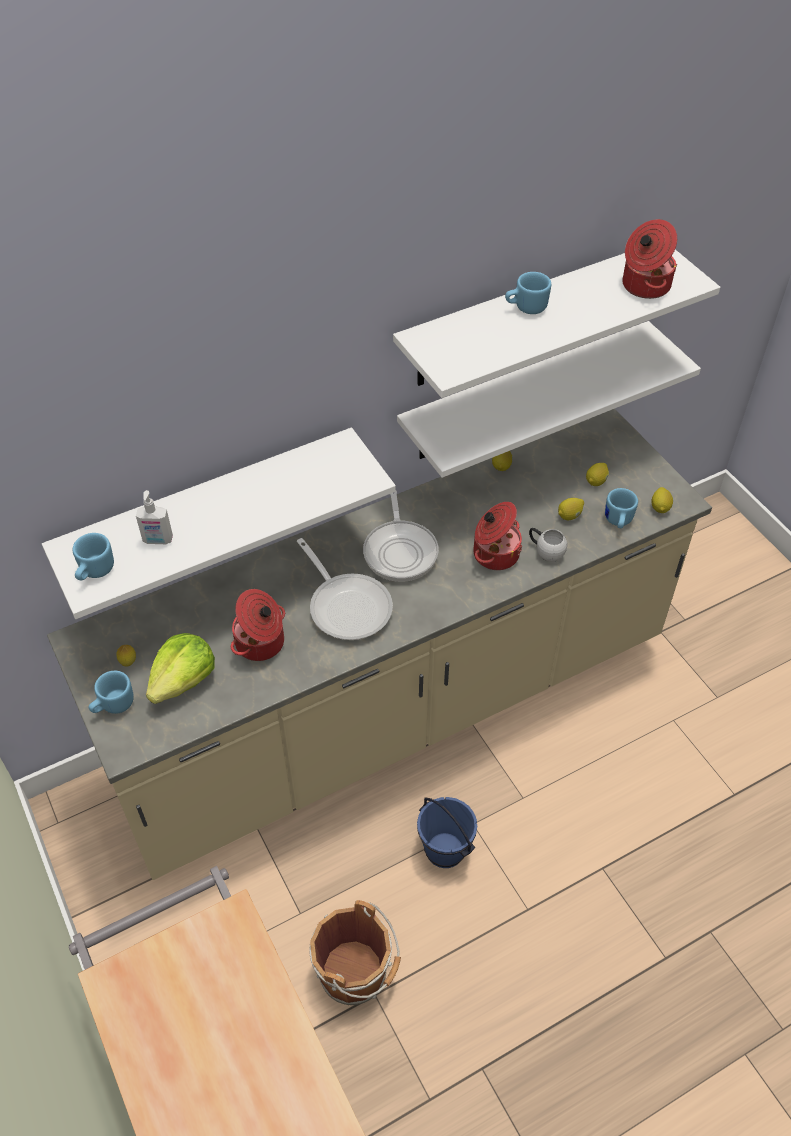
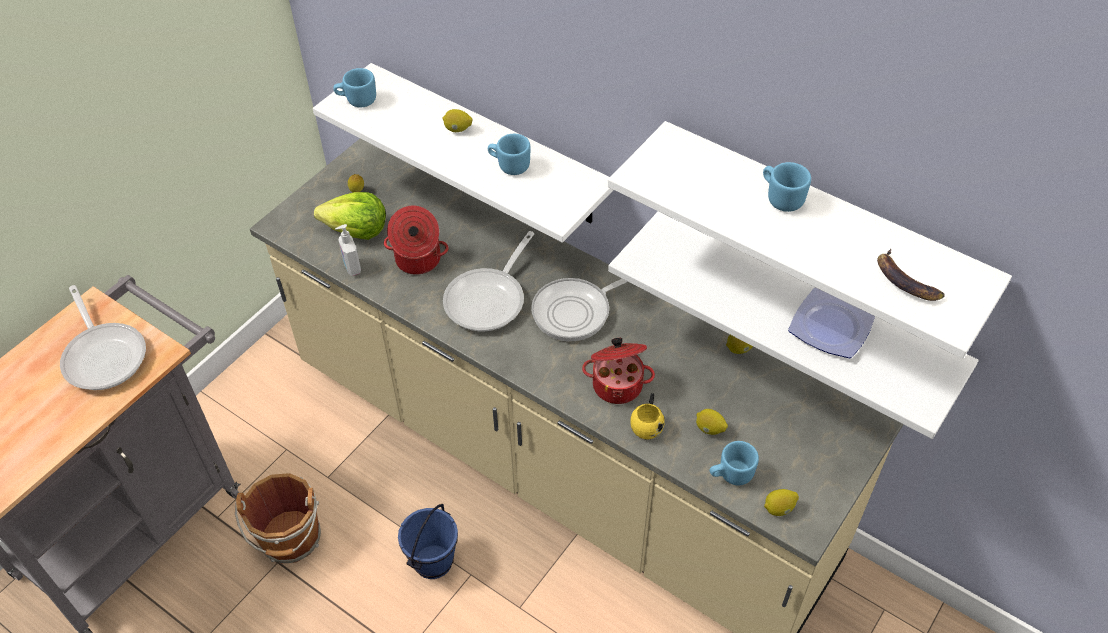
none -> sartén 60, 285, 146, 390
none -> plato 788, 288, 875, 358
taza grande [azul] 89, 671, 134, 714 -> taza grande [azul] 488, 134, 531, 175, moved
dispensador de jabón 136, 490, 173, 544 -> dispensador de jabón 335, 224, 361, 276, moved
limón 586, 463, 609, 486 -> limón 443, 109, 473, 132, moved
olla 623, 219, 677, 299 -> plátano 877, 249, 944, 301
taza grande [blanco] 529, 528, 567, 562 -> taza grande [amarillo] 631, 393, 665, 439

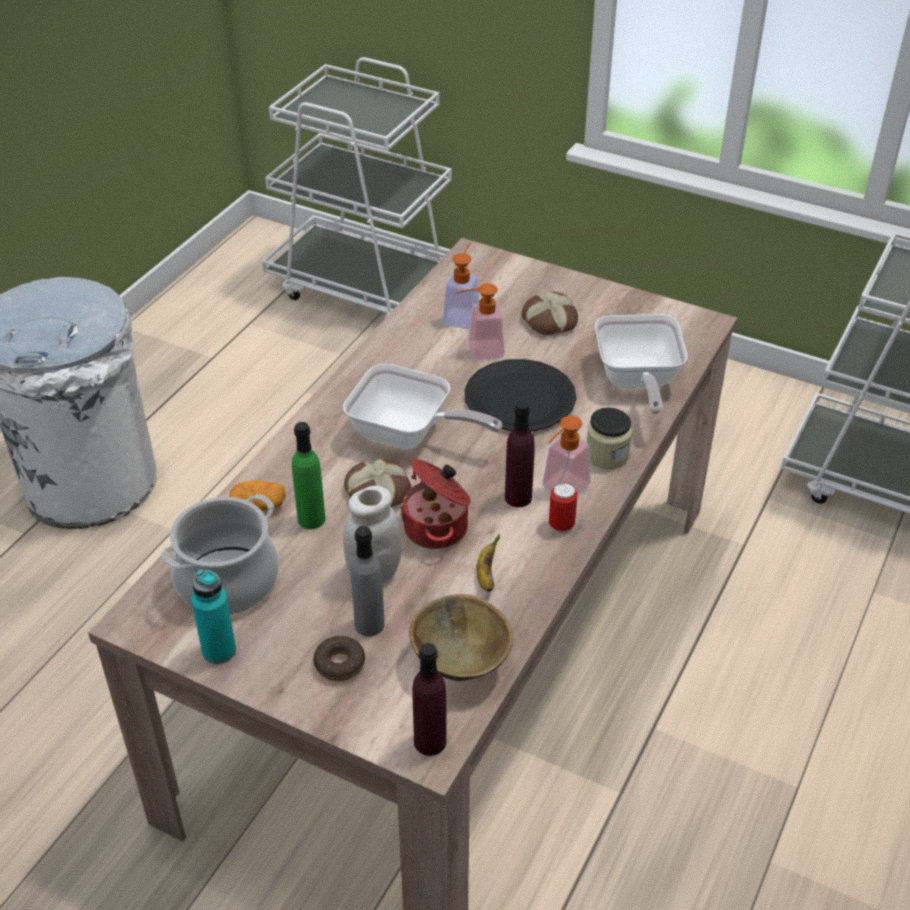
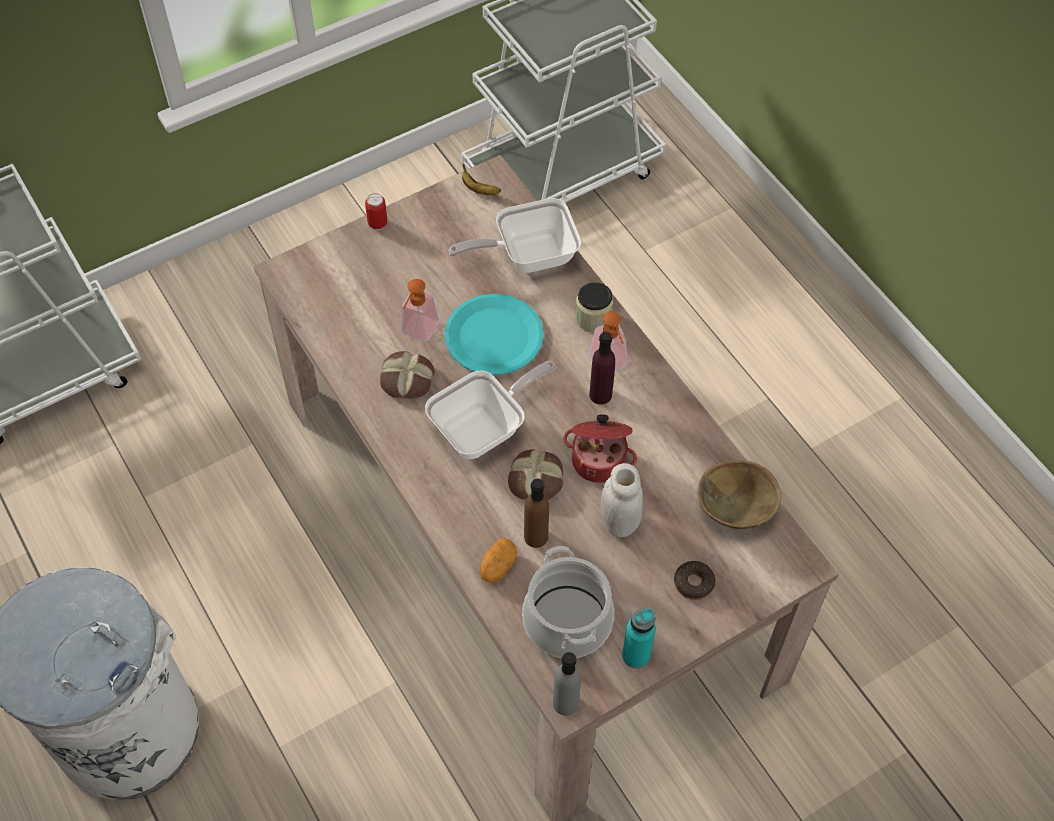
botella [morado] 412, 643, 446, 756 -> none
dispensador de jabón 443, 242, 479, 329 -> none
botella [gris] 351, 526, 385, 636 -> botella [gris] 553, 652, 581, 716, moved
plátano 477, 535, 500, 592 -> plátano 462, 164, 501, 195, moved
pan 521, 291, 578, 335 -> pan 380, 351, 435, 399, moved
lata 549, 482, 578, 533 -> lata 365, 193, 387, 230, moved
botella [verde] 292, 422, 325, 529 -> botella [marrón] 524, 478, 549, 548
plato [negro] 464, 359, 576, 431 -> plato [turquesa] 444, 294, 544, 375
sartén 595, 314, 688, 414 -> sartén 448, 198, 581, 273, 135 degrees clockwise

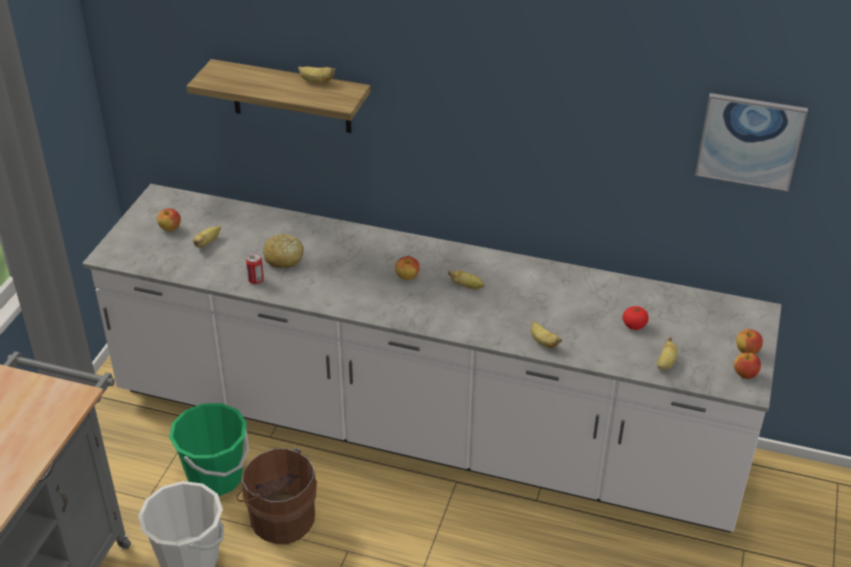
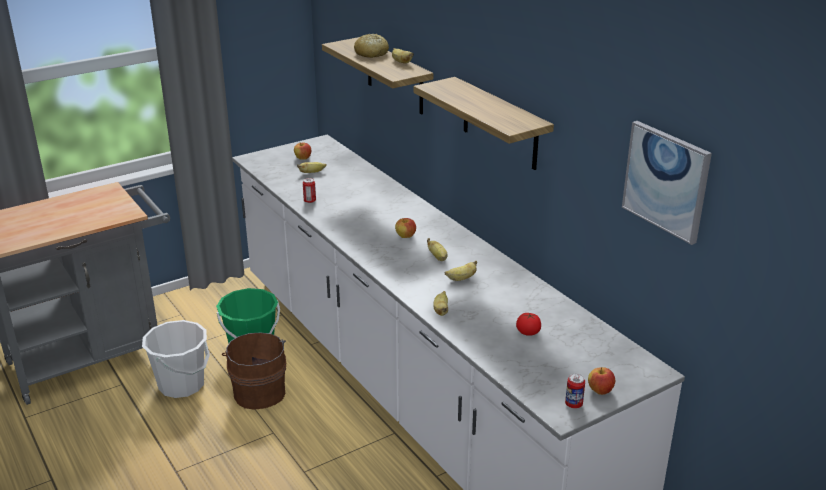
none -> estante 413, 77, 554, 170
pan 263, 234, 304, 268 -> pan 354, 34, 389, 58, moved
plátano 657, 337, 678, 371 -> plátano 445, 261, 477, 281, moved
manzana 734, 352, 761, 379 -> lata 565, 373, 585, 409

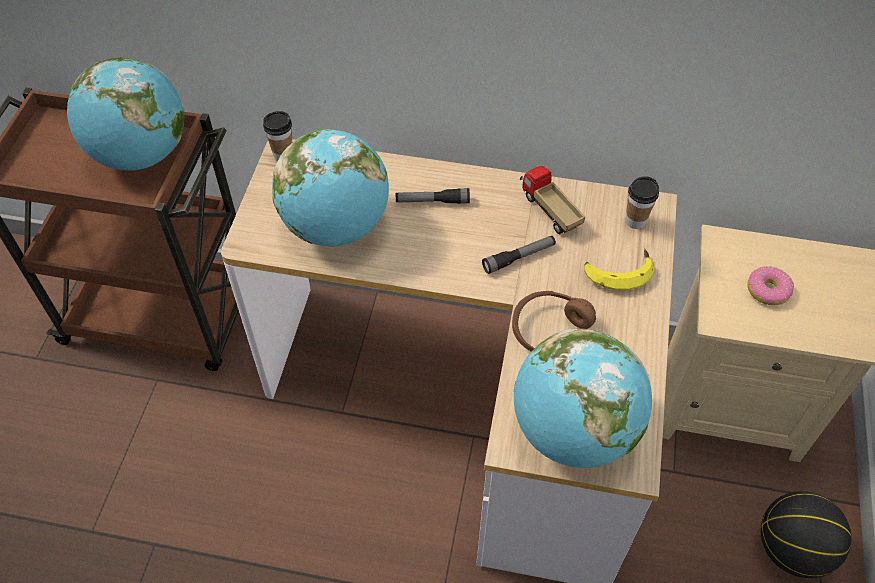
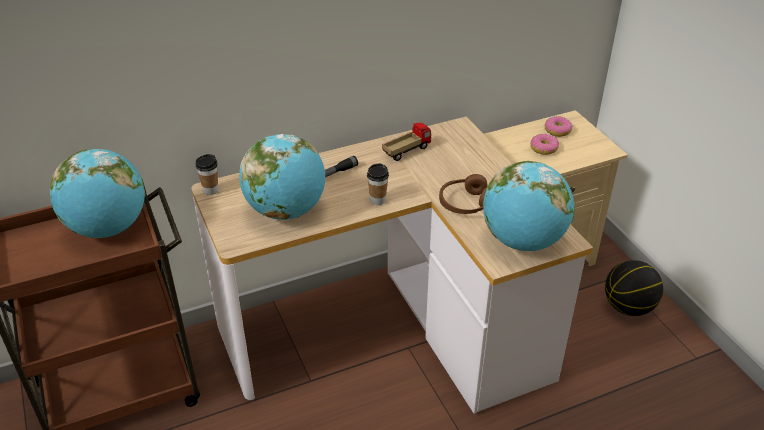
linterna 482, 236, 556, 274 -> none
plátano 584, 249, 654, 290 -> none
none -> rosquilla 545, 116, 572, 137
taza 625, 176, 659, 229 -> taza 367, 164, 389, 205, moved
camión de juguete 520, 166, 585, 234 -> camión de juguete 382, 123, 431, 161, 120 degrees clockwise

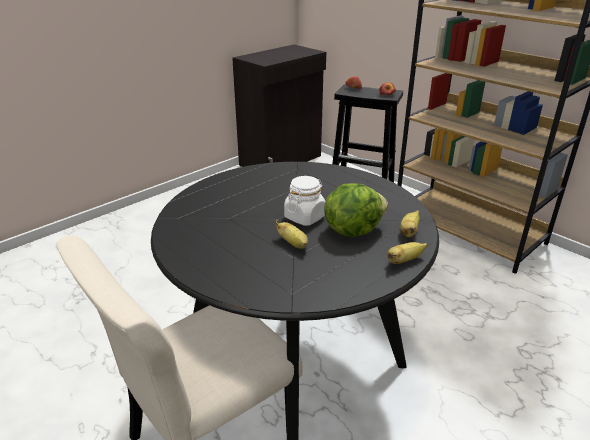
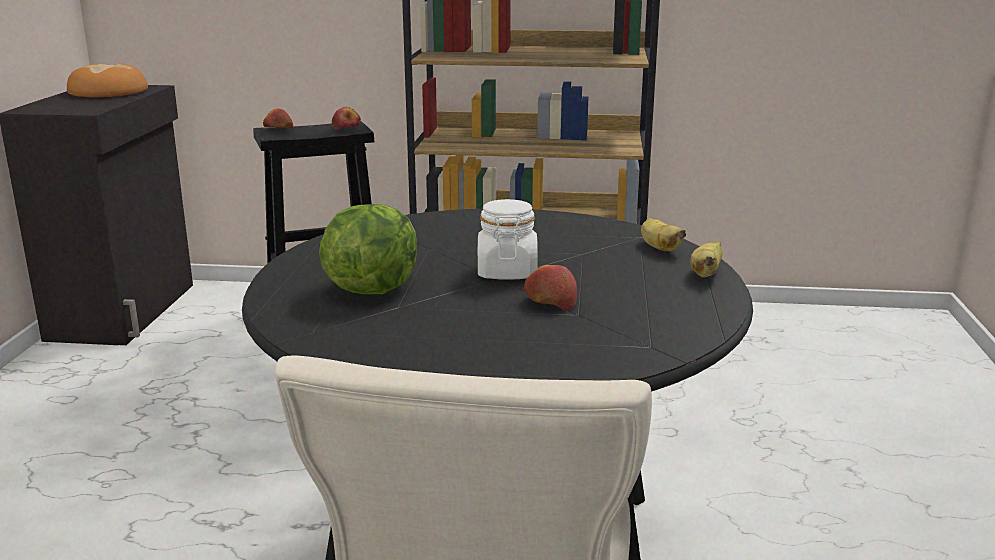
none -> pan 67, 63, 148, 97
lechuga 324, 184, 388, 237 -> lechuga 319, 204, 417, 294, moved
plátano 275, 220, 308, 249 -> manzana 524, 265, 577, 311

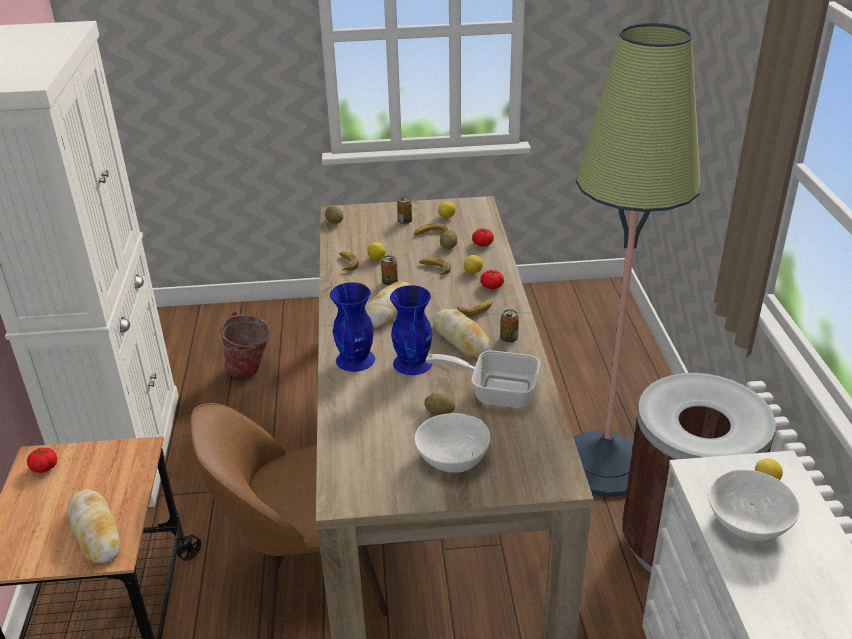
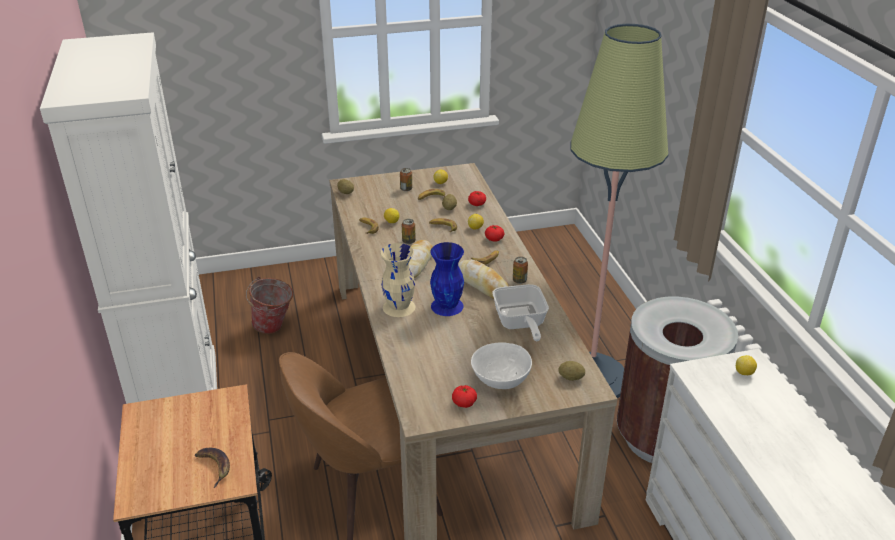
cuenco [blanco] 709, 470, 800, 541 -> none
tomate 27, 448, 57, 473 -> tomate 452, 385, 477, 408, moved
patata 424, 393, 455, 416 -> patata 558, 361, 585, 381, moved
pan 67, 489, 120, 564 -> plátano 195, 448, 230, 488
florero [azul] 330, 282, 375, 372 -> florero [beis] 380, 243, 415, 317
sartén 426, 351, 540, 408 -> sartén 492, 284, 549, 341, 105 degrees counterclockwise

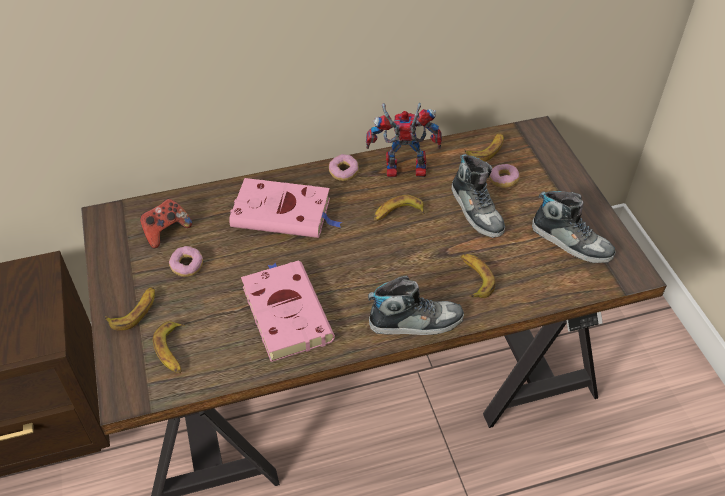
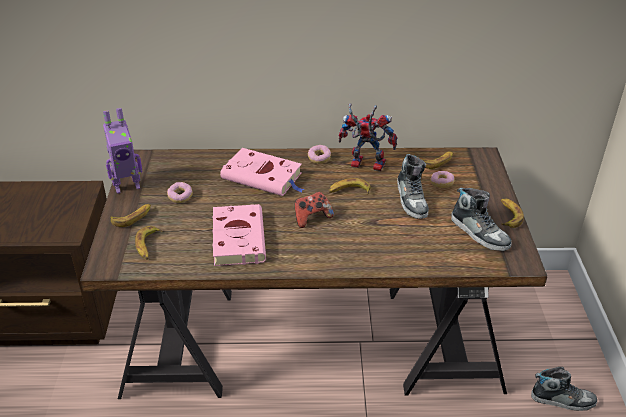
none -> robot de juguete 103, 108, 142, 194
mando de consola 140, 199, 192, 248 -> mando de consola 295, 192, 334, 228, moved
zapato 368, 276, 464, 335 -> zapato 531, 367, 597, 411, moved
plátano 461, 254, 495, 298 -> plátano 501, 199, 524, 228, moved

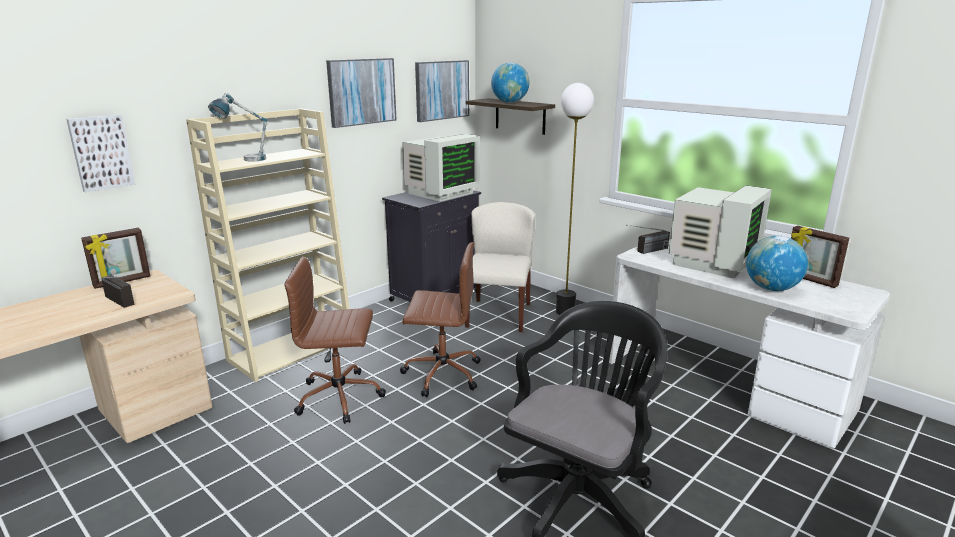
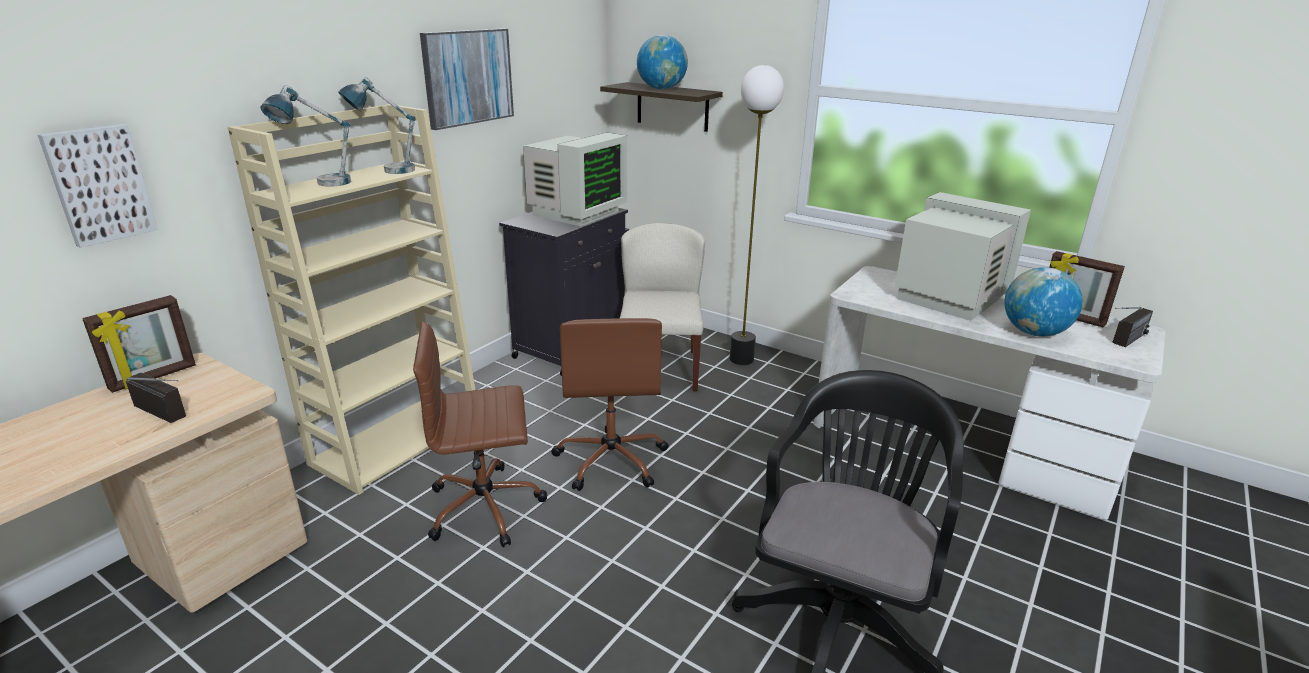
cuadro 415, 60, 469, 122 -> none
none -> lámpara de mesa 338, 77, 416, 174
radio 629, 225, 670, 254 -> radio 1113, 307, 1153, 347, moved
silla de oficina [marrón] 400, 242, 480, 397 -> silla de oficina [marrón] 551, 318, 668, 491, 90 degrees clockwise
monitor 669, 185, 772, 278 -> monitor 895, 192, 1031, 321, 75 degrees counterclockwise

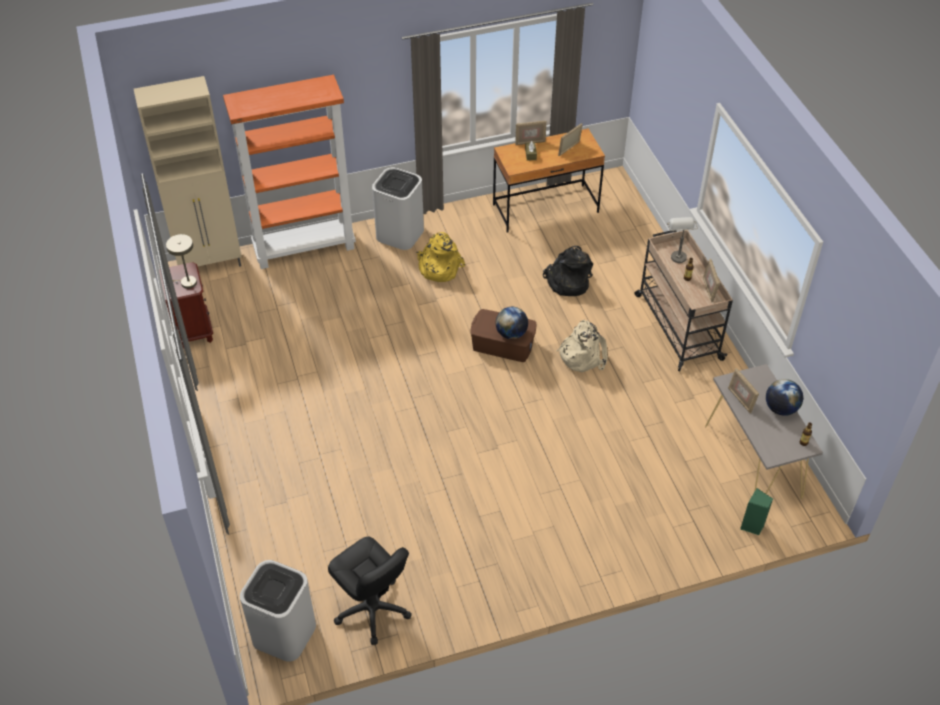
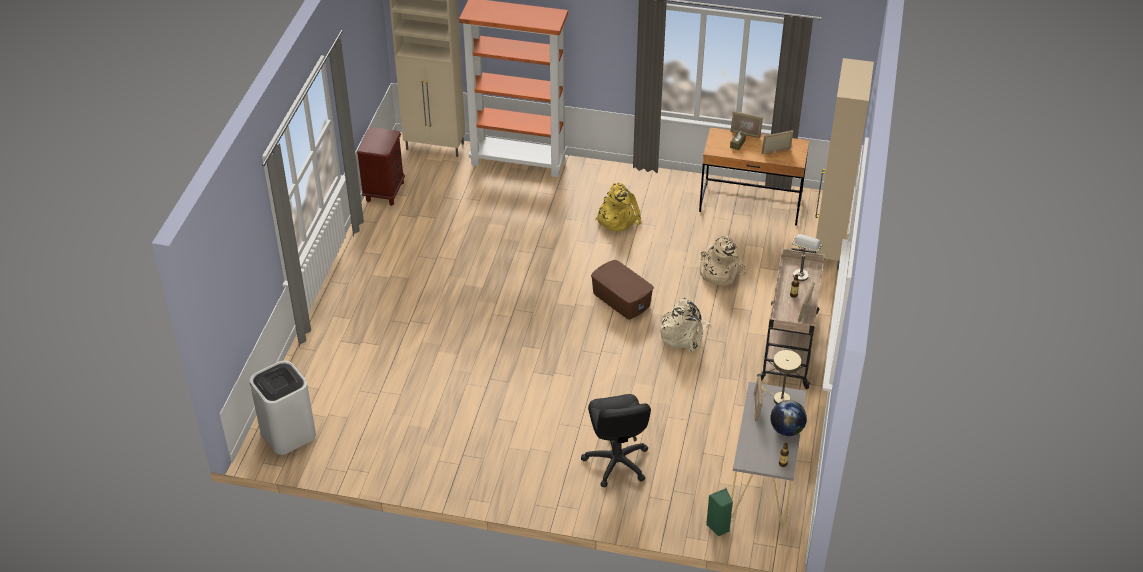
papelera [blanco] 372, 167, 424, 250 -> none
globo terráqueo 495, 307, 528, 339 -> none
none -> armario [beis] 815, 58, 874, 270
lámpara de mesa [beis] 166, 234, 197, 289 -> lámpara de mesa [beis] 762, 350, 801, 404, moved
silla de oficina [negro] 328, 537, 412, 645 -> silla de oficina [negro] 581, 394, 651, 488, moved
mochila [negro] 543, 246, 593, 296 -> mochila [beis] 700, 236, 746, 286

